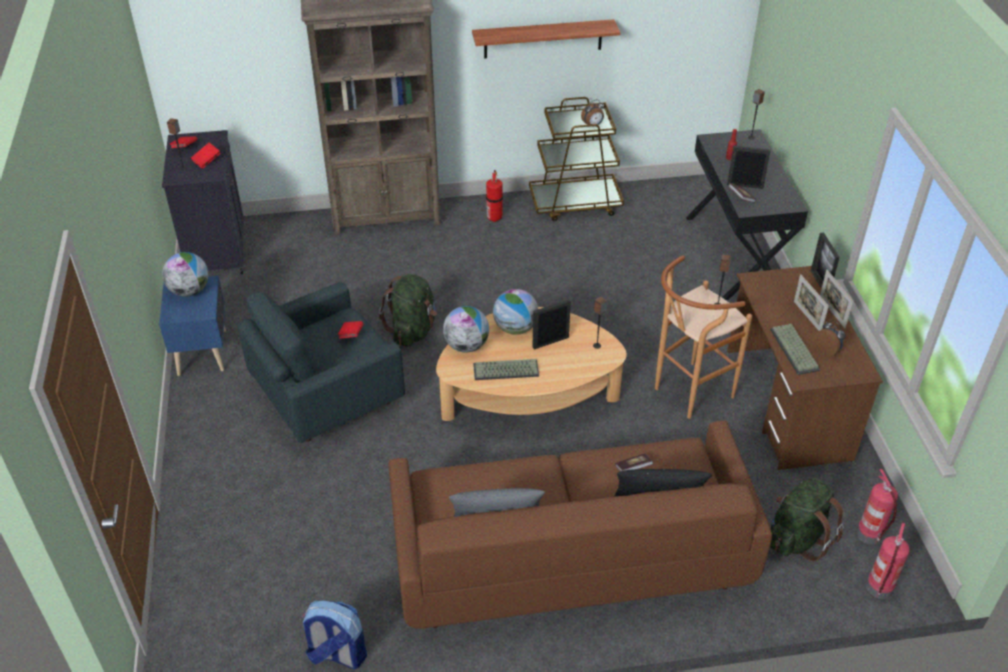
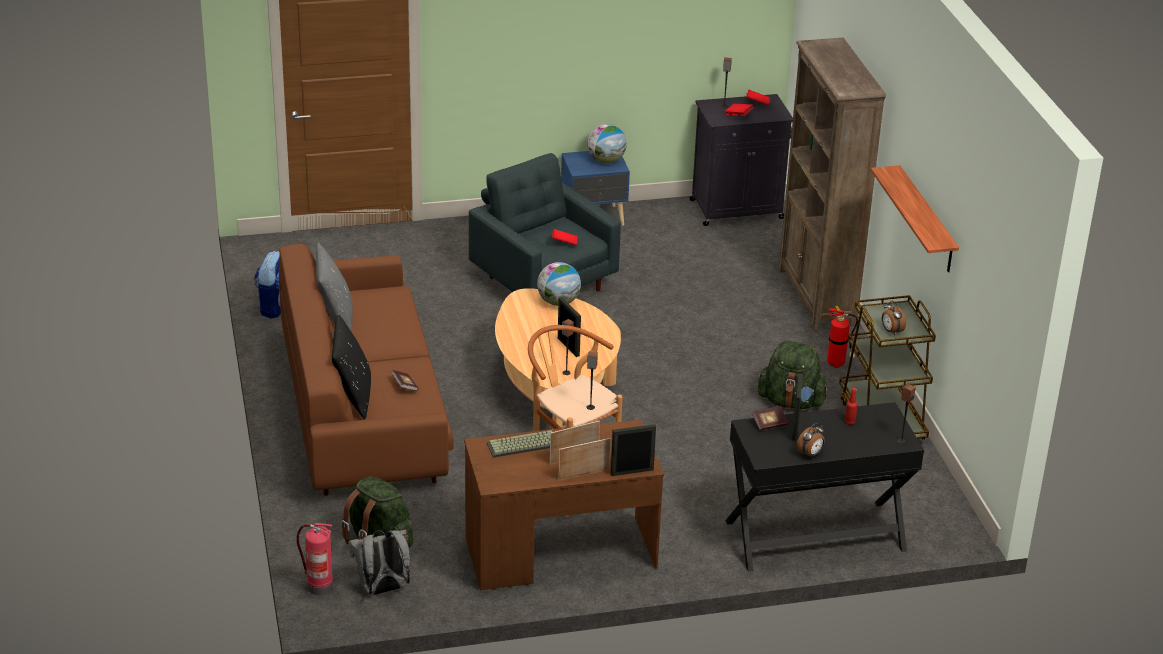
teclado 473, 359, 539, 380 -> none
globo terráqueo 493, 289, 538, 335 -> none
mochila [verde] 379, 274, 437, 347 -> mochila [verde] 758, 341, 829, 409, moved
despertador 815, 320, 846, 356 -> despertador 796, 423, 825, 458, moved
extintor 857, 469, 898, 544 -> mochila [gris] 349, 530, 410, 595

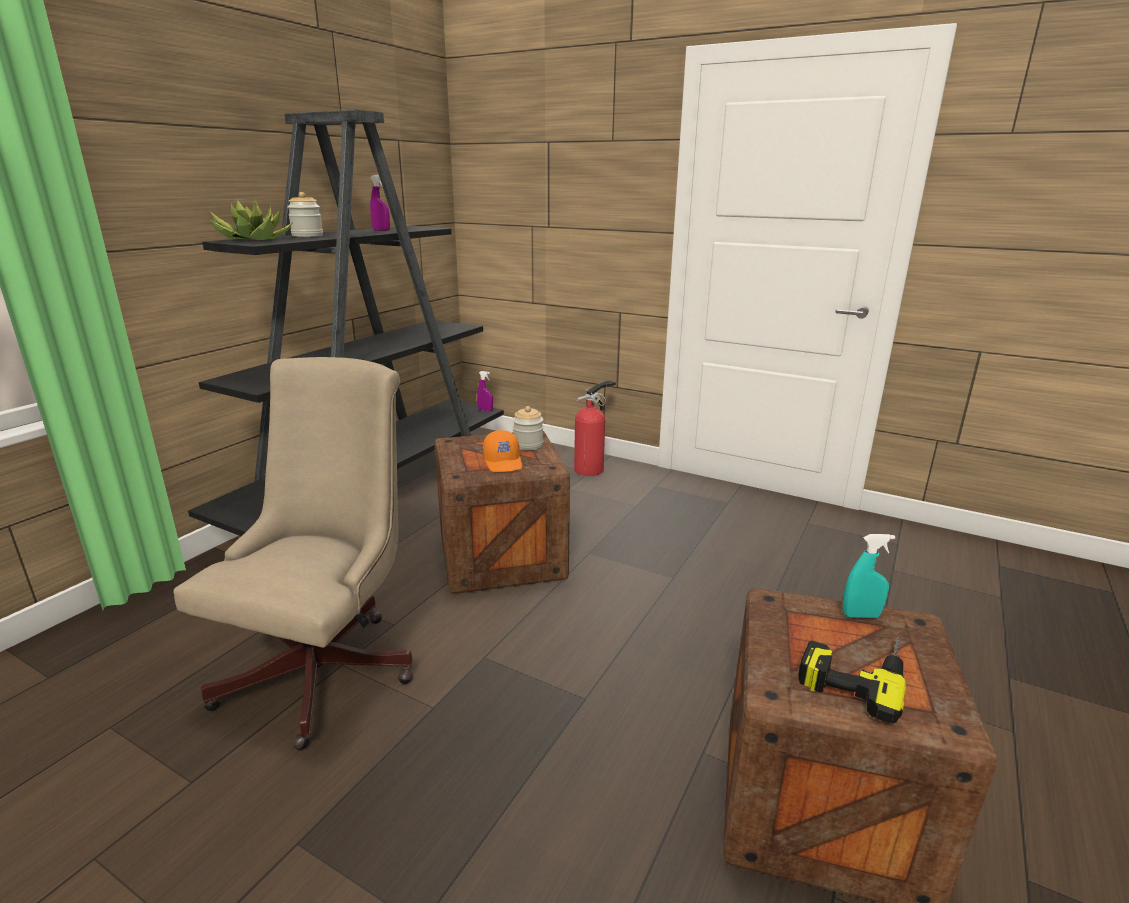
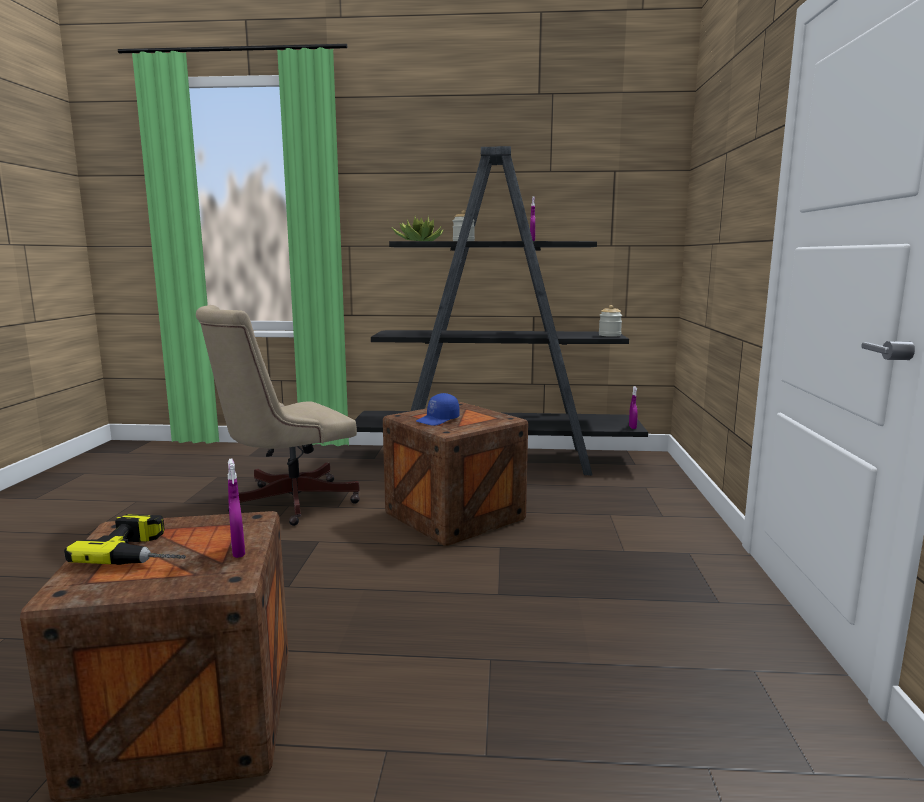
extintor 574, 380, 616, 476 -> none
tarro 513, 406, 544, 450 -> tarro 599, 305, 622, 337, moved
gorra [naranja] 483, 430, 522, 472 -> gorra [azul] 416, 393, 460, 426
pulverizador [turquesa] 842, 534, 895, 618 -> pulverizador [morado] 228, 458, 245, 558
silla de oficina [beis] 174, 357, 413, 750 -> silla de oficina [beis] 196, 305, 360, 526, 150 degrees clockwise

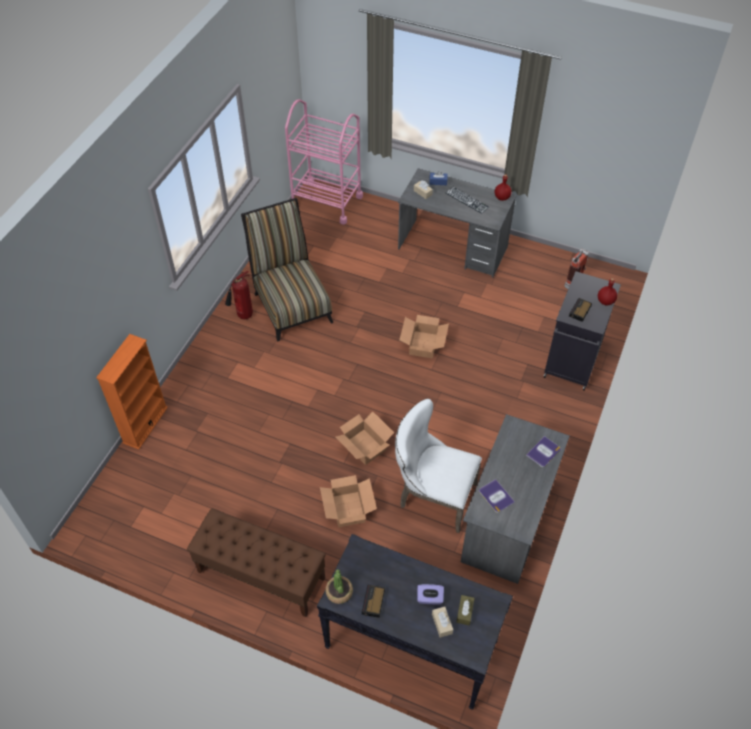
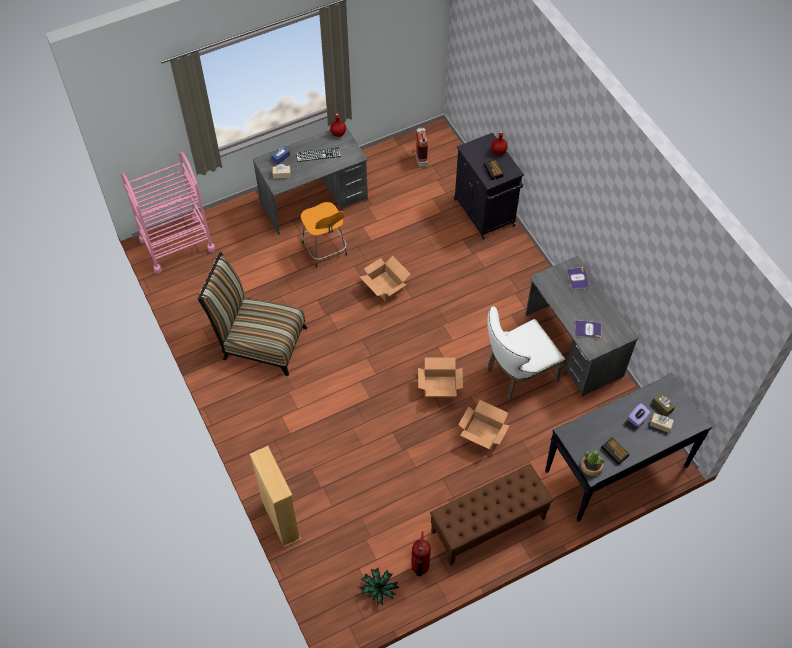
none -> taburete [naranja] 301, 202, 347, 268
none -> planta en maceta 360, 568, 399, 606
extintor 225, 271, 253, 319 -> extintor 411, 531, 431, 576, moved
estantería [naranja] 96, 334, 168, 450 -> estantería [beis] 250, 446, 301, 548

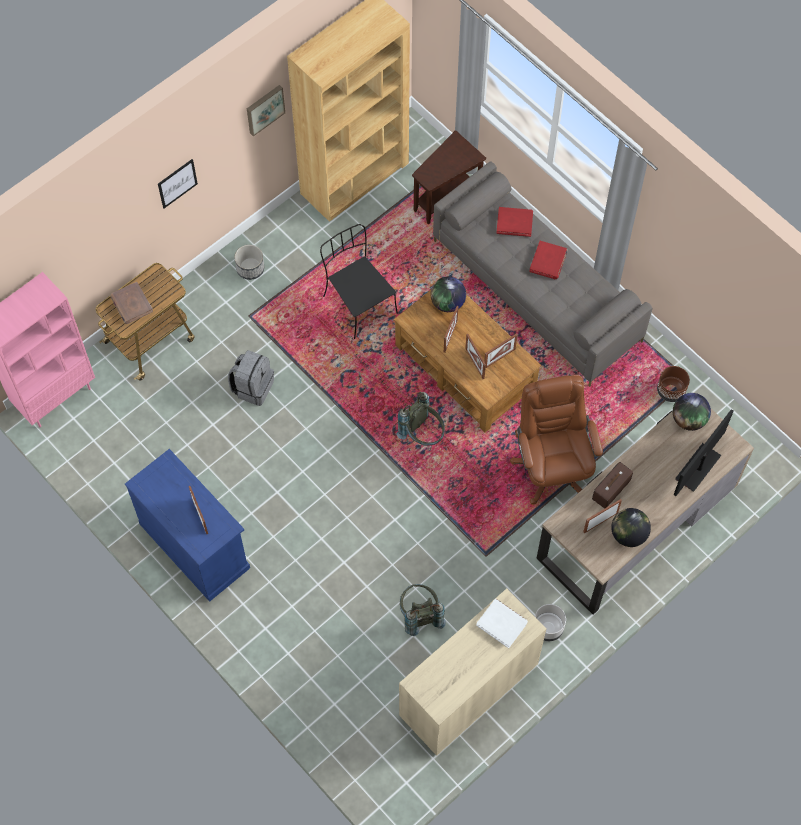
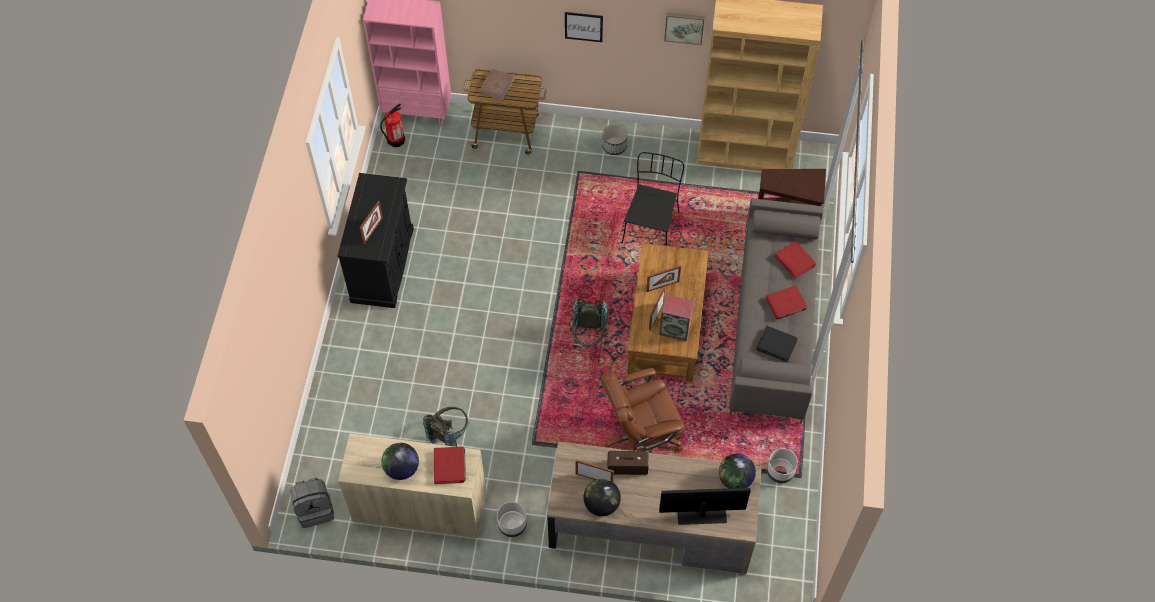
none -> extintor 380, 104, 405, 147
none -> libro [negro] 756, 326, 797, 362
mochila [gris] 228, 350, 274, 406 -> mochila [gris] 290, 478, 334, 528, moved
globo terráqueo 430, 277, 466, 312 -> globo terráqueo 381, 443, 419, 480, moved
portarretratos 484, 333, 517, 368 -> altavoz 659, 294, 694, 341
armario [azul] 125, 449, 250, 602 -> armario [negro] 337, 173, 414, 308
libro [blanco] 476, 599, 528, 648 -> libro [rojo] 434, 447, 466, 484
maceta [marrón] 657, 366, 690, 402 -> maceta [gris] 767, 448, 798, 483
silla de oficina [marrón] 510, 375, 603, 505 -> silla de oficina [marrón] 600, 368, 685, 453, 150 degrees counterclockwise

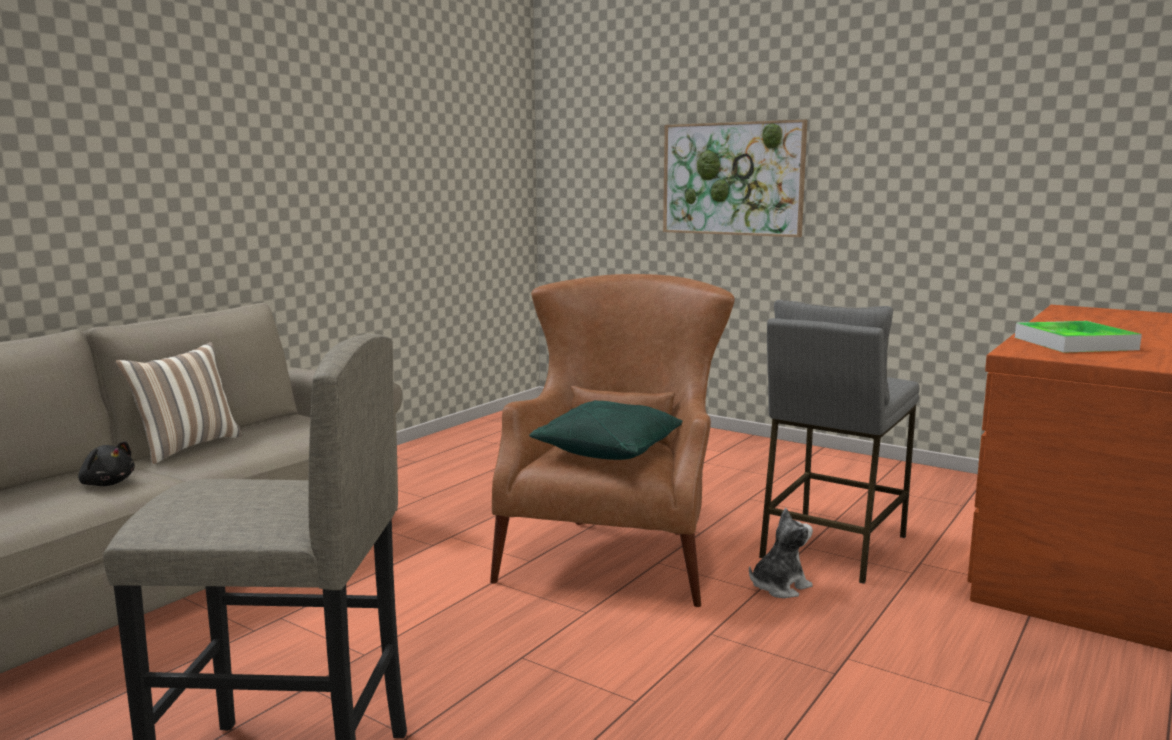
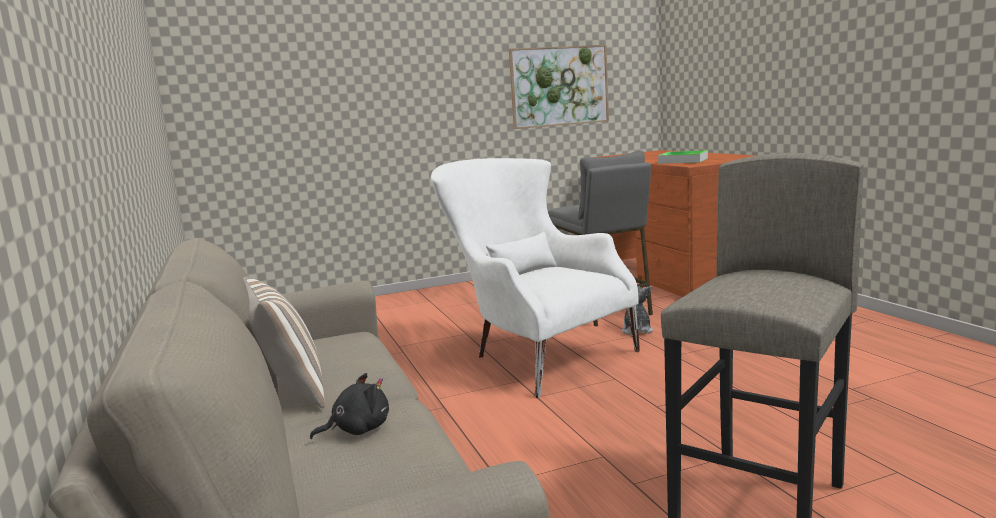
cojín [verde] 529, 400, 682, 460 -> none
cuadro 663, 120, 807, 237 -> cuadro 509, 45, 609, 129, moved
sillón [marrón] 490, 274, 735, 607 -> sillón [blanco] 431, 158, 640, 398

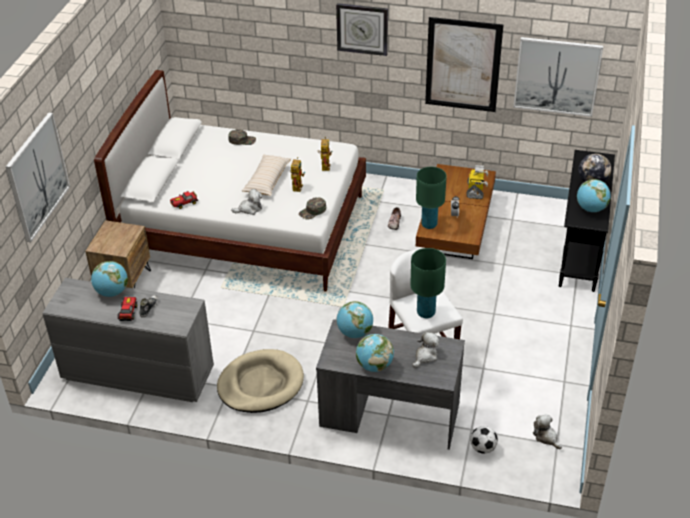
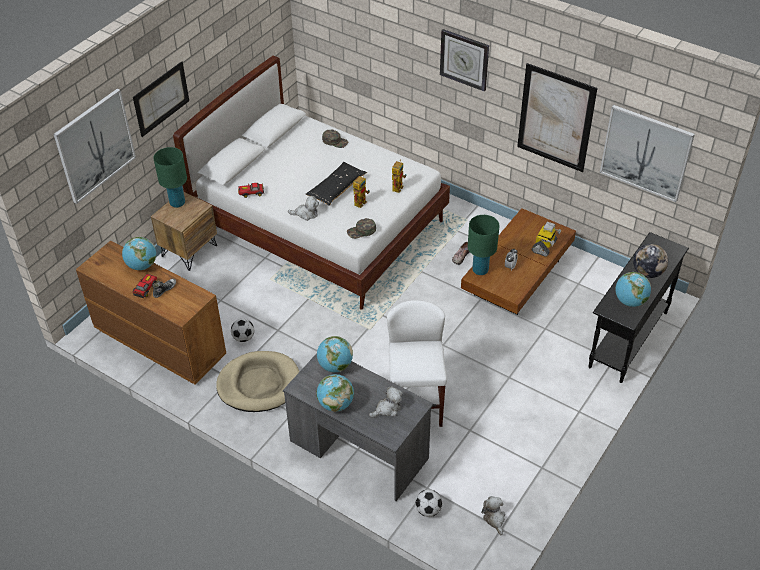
none -> cuadro 133, 61, 189, 137
none -> balón de fútbol 231, 319, 254, 342
lámpara de mesa [verde] 410, 248, 446, 318 -> lámpara de mesa [verde] 154, 147, 187, 208, moved
cómoda [gris] 43, 278, 214, 402 -> cómoda [marrón] 76, 240, 226, 384
cojín [beis] 242, 155, 291, 196 -> cojín [negro] 306, 162, 367, 206

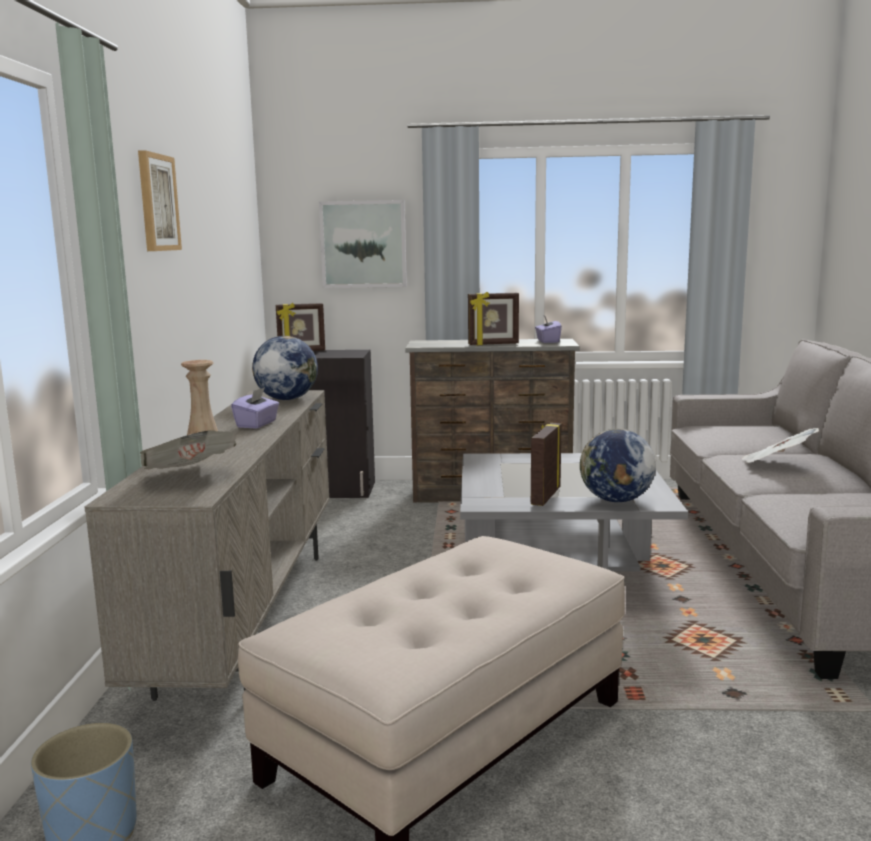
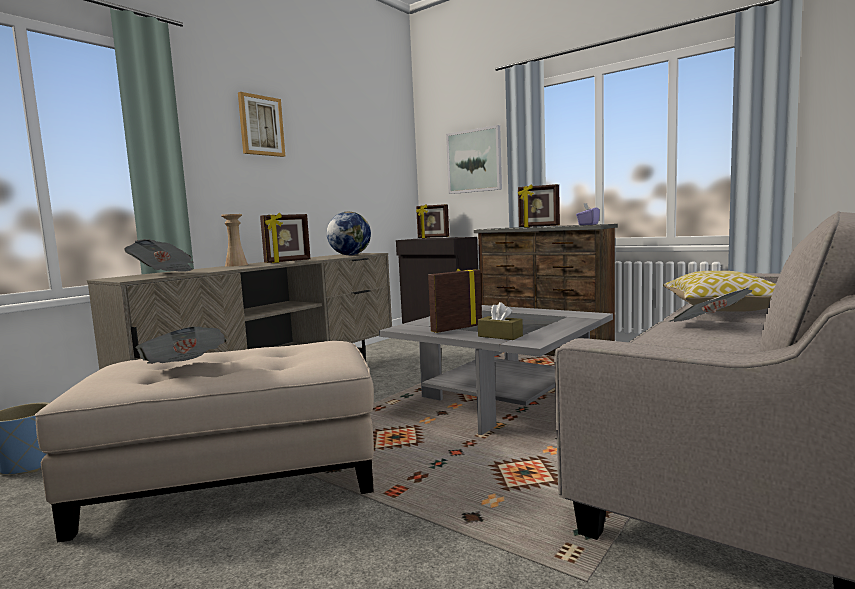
none -> periódico 135, 326, 227, 364
none -> cojín 663, 271, 776, 312
caja de pañuelos [morado] 231, 387, 279, 429 -> portarretratos 260, 213, 310, 263
globo terráqueo 580, 429, 656, 502 -> caja de pañuelos [marrón] 477, 302, 523, 340

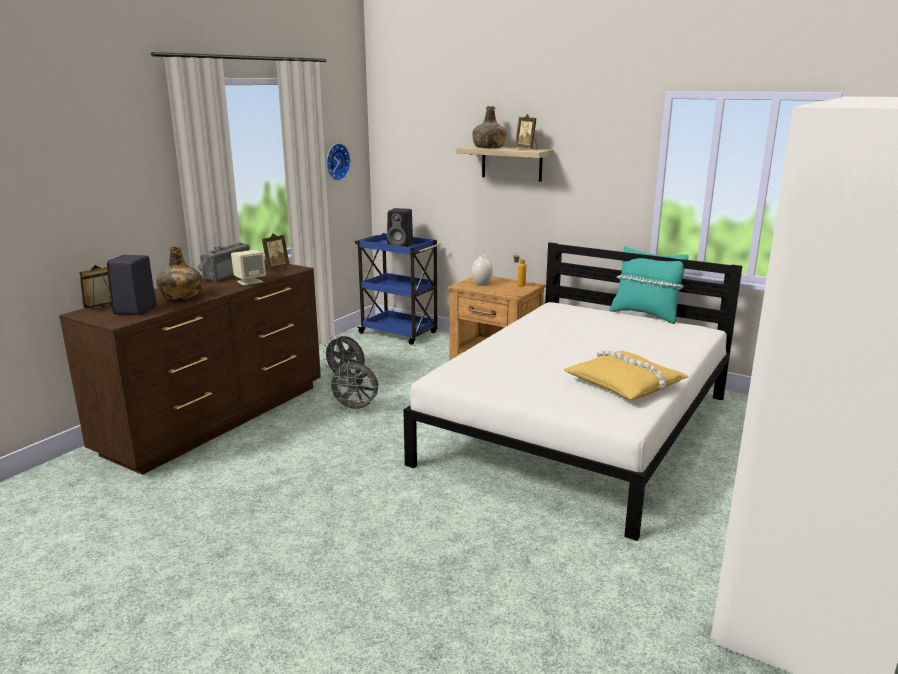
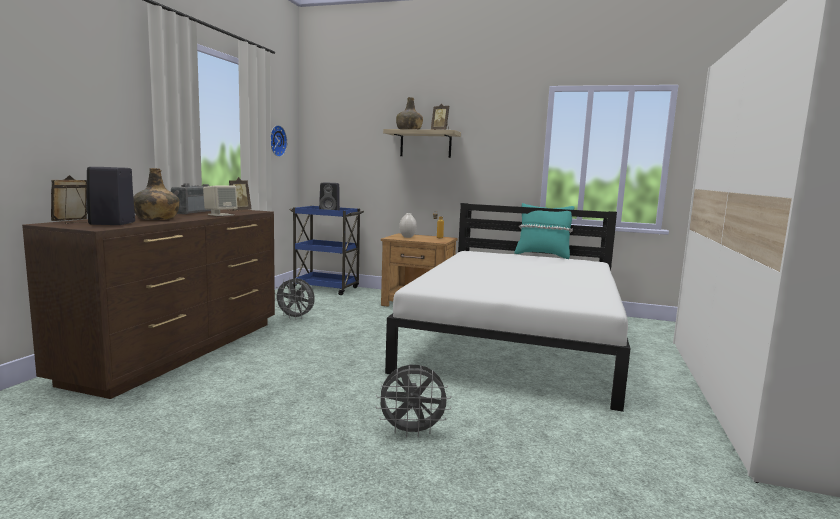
cojín [amarillo] 564, 350, 689, 400 -> none
ventilador [gris] 327, 362, 379, 413 -> ventilador [gris] 376, 365, 451, 437, moved

